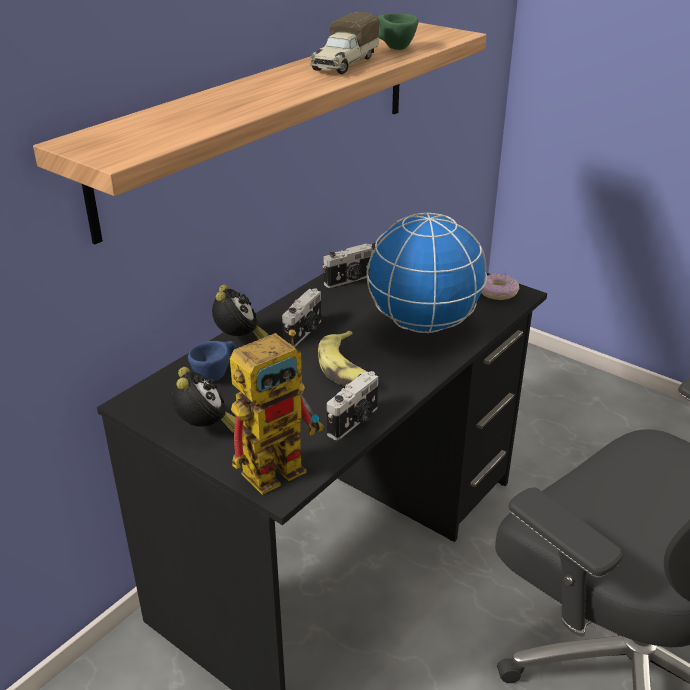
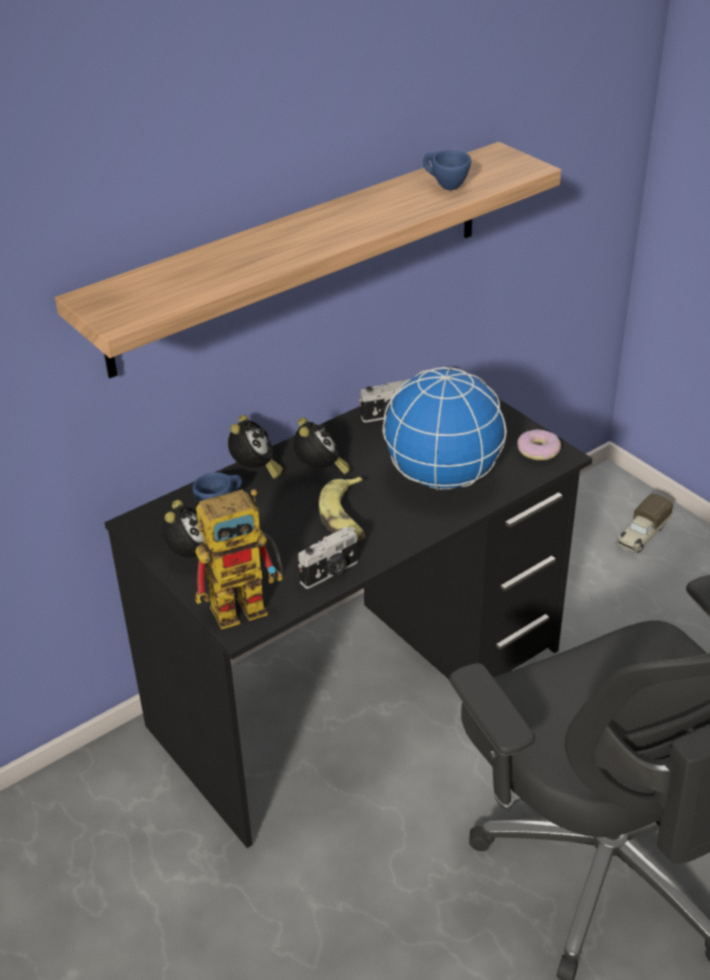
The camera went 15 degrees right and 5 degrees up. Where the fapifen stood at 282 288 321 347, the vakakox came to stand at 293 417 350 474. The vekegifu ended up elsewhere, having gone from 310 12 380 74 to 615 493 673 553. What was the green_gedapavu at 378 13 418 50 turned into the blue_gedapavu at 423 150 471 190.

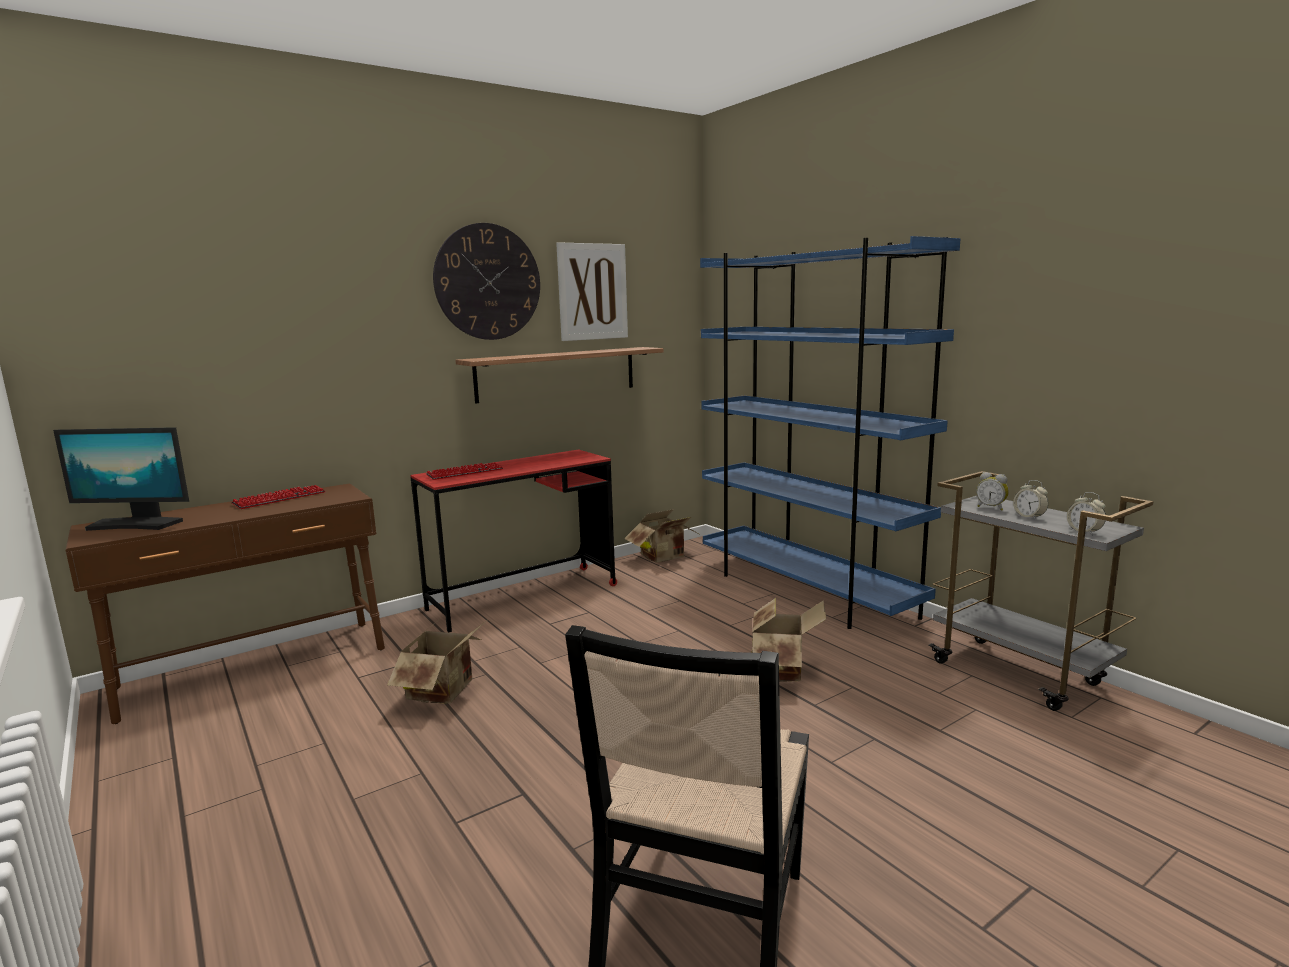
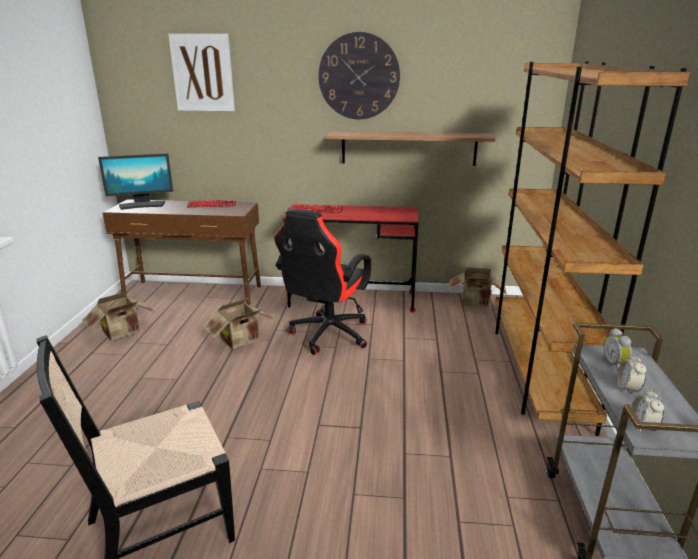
The camera went 40 degrees right and 10 degrees up. The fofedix at 53 427 189 531 ended up facing another way, 60 degrees counterclockwise from before. The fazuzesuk ended up elsewhere, having gone from 556 242 628 341 to 168 34 235 111. What was the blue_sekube at 700 236 960 629 turned into the brown_sekube at 495 61 690 436. The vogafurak ended up elsewhere, having gone from 751 598 826 682 to 82 291 153 341. The second view gained the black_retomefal at 274 209 371 355.

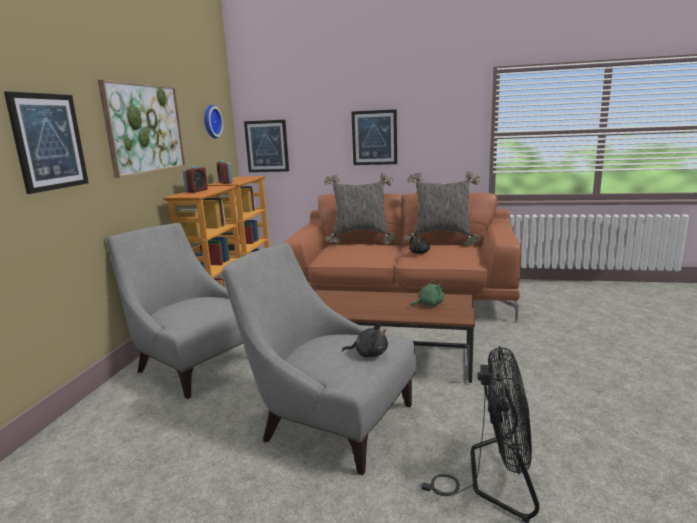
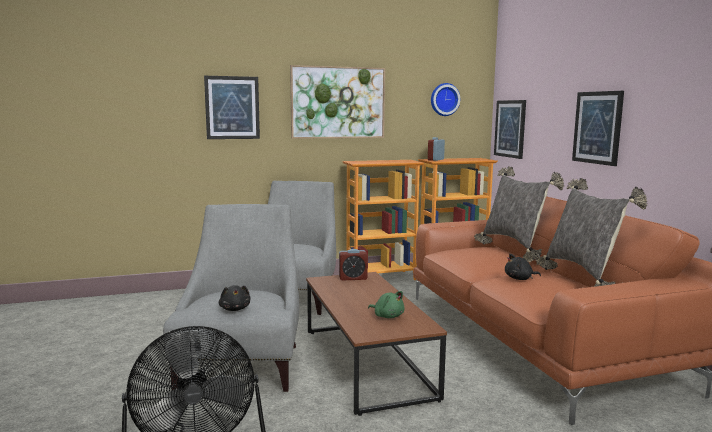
The camera went 60 degrees right and 5 degrees down. The vakakox ended up elsewhere, having gone from 183 166 208 193 to 339 249 368 281.

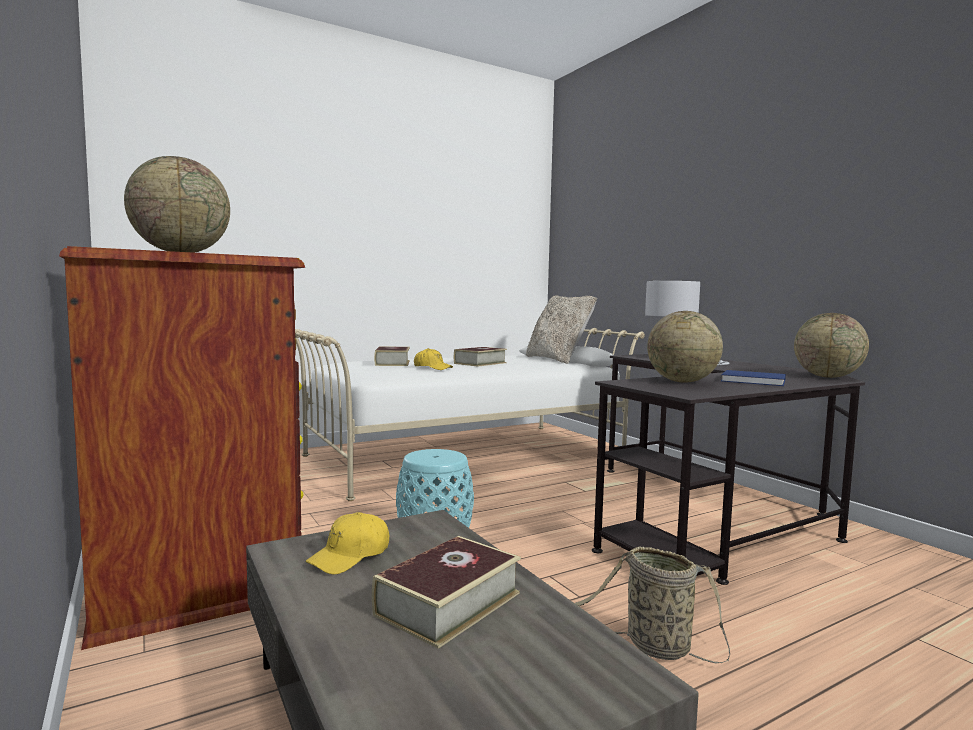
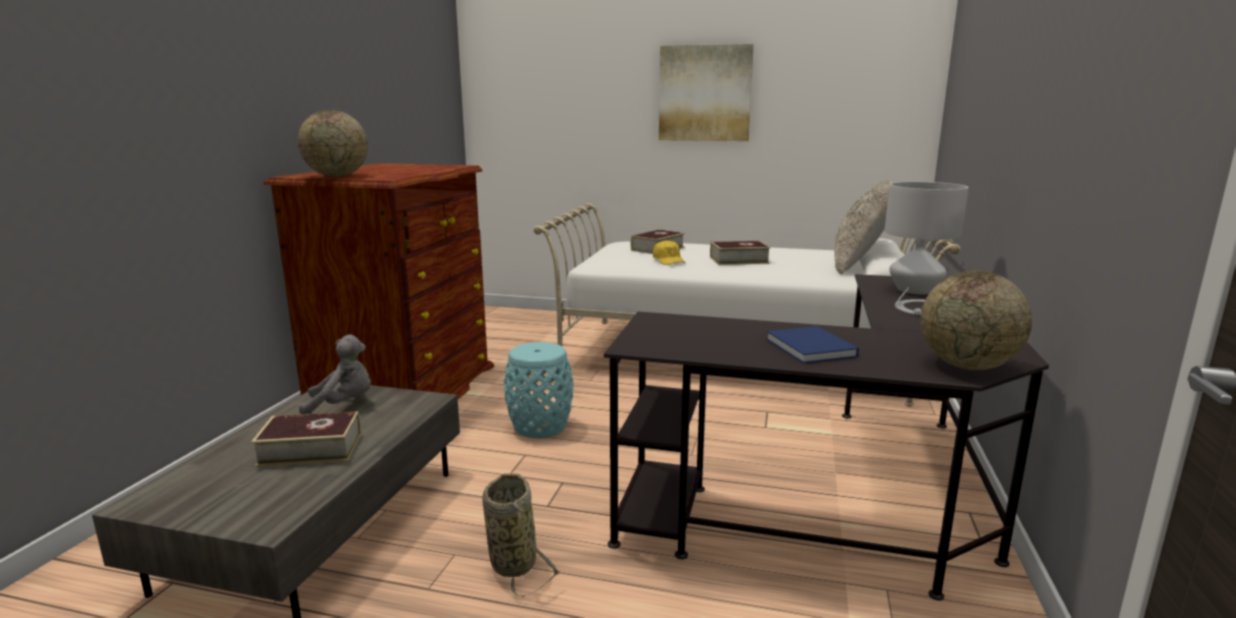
The camera went 45 degrees right and 10 degrees up. Where the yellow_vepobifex stood at 305 512 389 575, the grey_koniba came to stand at 299 335 371 414. The second view lost the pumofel at 647 311 723 383. The second view gained the fazuzesuk at 659 44 754 141.

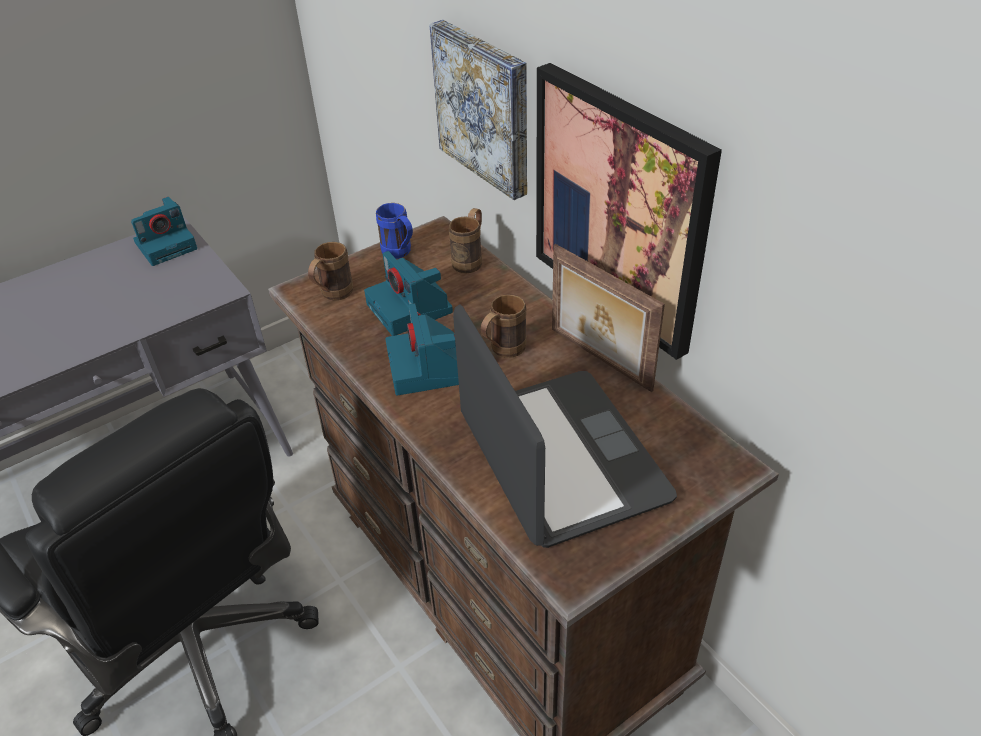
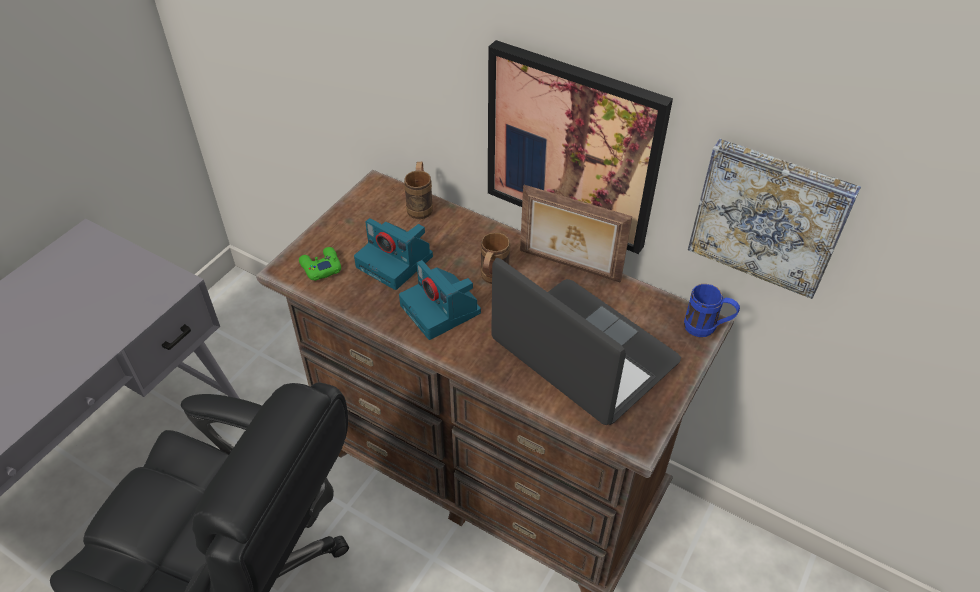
The camera went 25 degrees left and 5 degrees up. The second view lost the fapifen at 131 197 197 266. Where the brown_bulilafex stood at 308 242 353 301, the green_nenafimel came to stand at 299 247 341 281. The blue_bulilafex ended up elsewhere, having gone from 376 203 413 259 to 684 284 740 337. The fazuzesuk ended up elsewhere, having gone from 429 20 527 200 to 688 139 861 299.

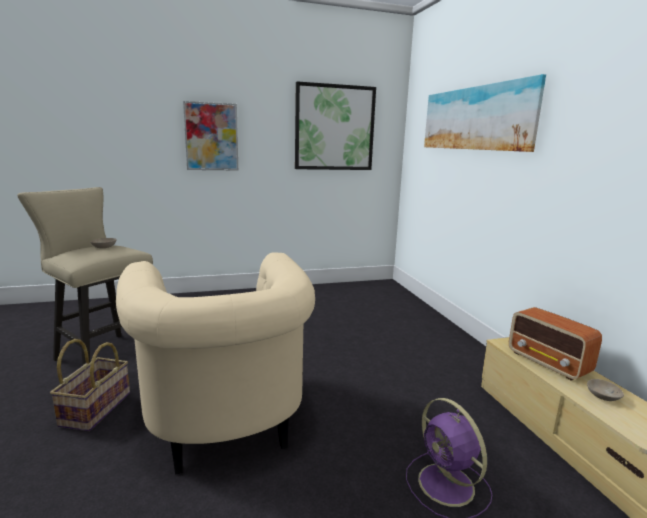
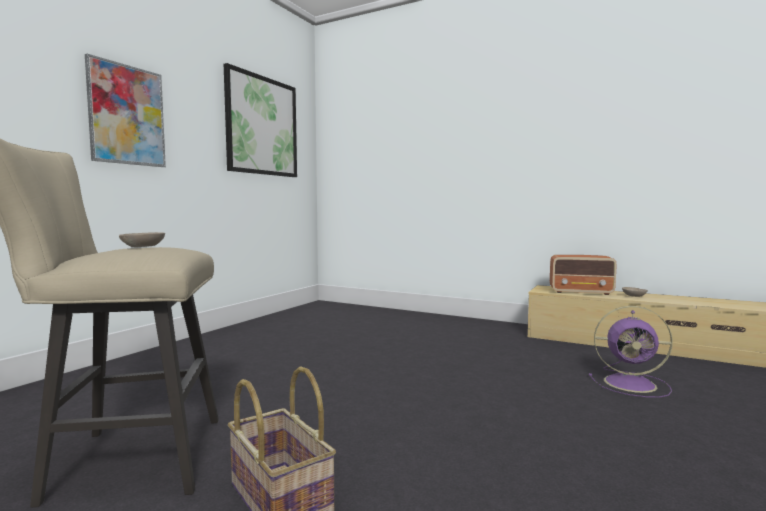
The camera went 45 degrees left and 10 degrees down. The second view lost the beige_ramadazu at 116 252 315 475. The second view lost the fazuzesuk at 424 74 546 152.

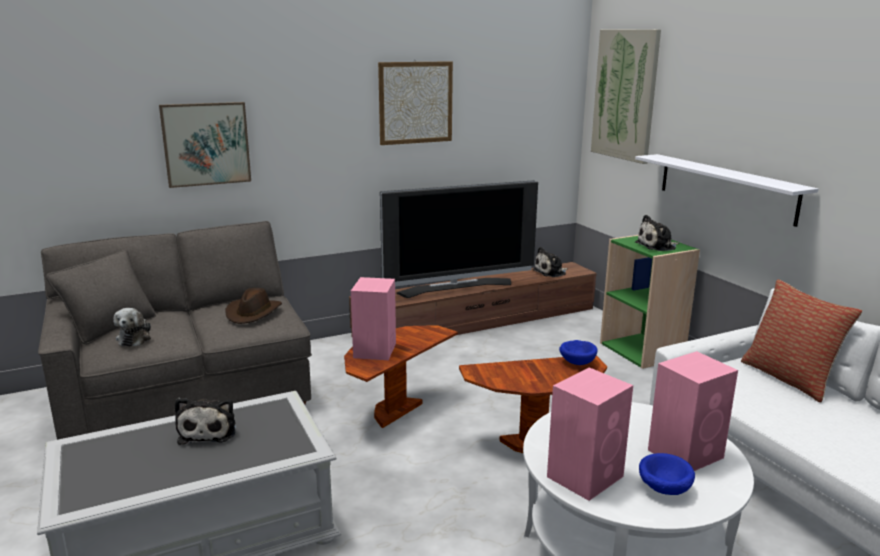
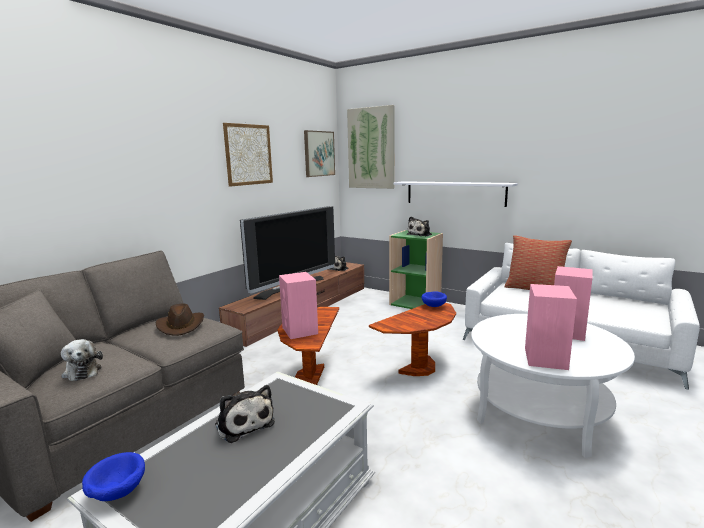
The camera went 30 degrees left and 5 degrees down. The fazuzesuk ended up elsewhere, having gone from 159 102 251 188 to 304 130 335 177. The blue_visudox ended up elsewhere, having gone from 639 453 695 495 to 82 452 145 501.

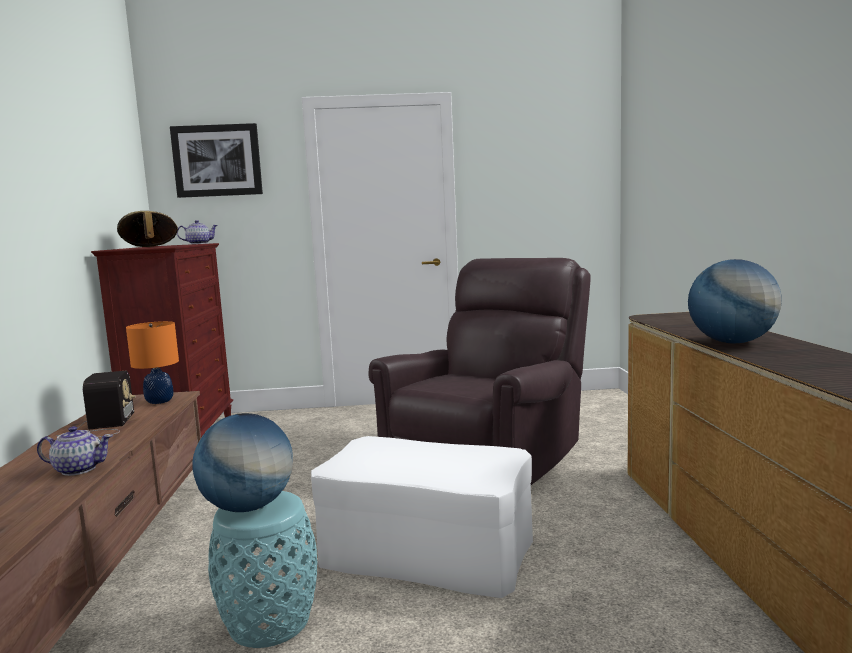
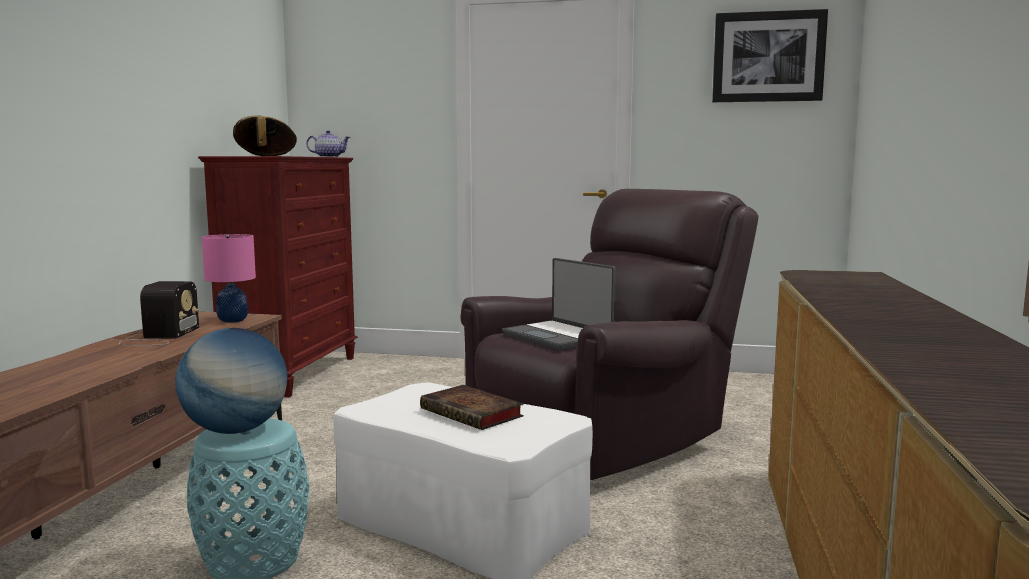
The camera went 15 degrees right and 0 degrees up. The second view lost the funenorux at 37 426 113 476. What was the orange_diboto at 126 321 179 404 turned into the pink_diboto at 202 234 256 323. The fazuzesuk ended up elsewhere, having gone from 170 123 263 198 to 712 9 828 102. The second view lost the pumofel at 688 259 782 344. The second view gained the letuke at 420 385 524 430. The second view gained the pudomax at 502 258 616 350.

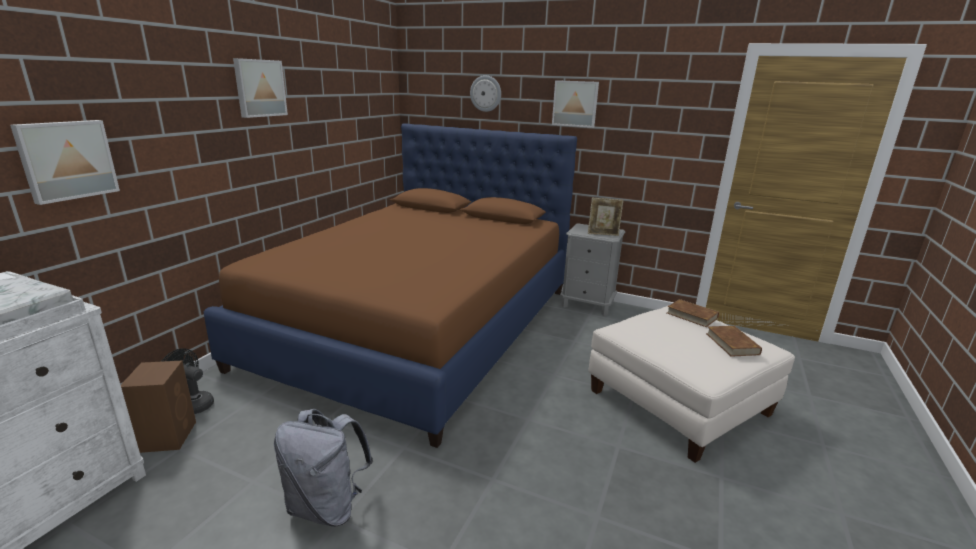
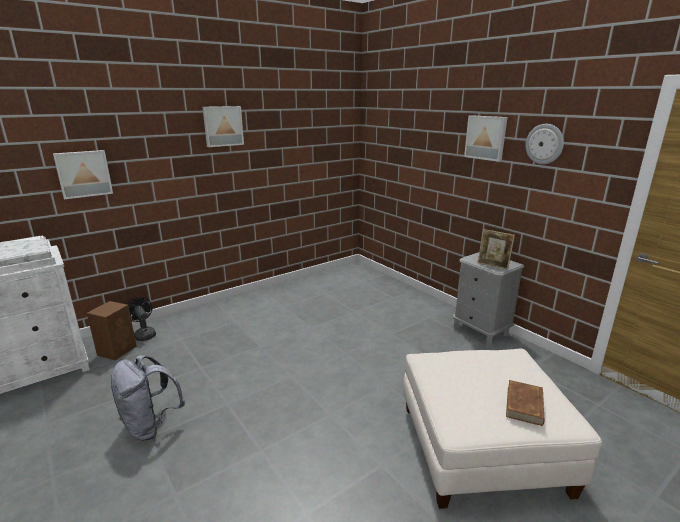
The camera went 30 degrees right and 0 degrees up. The second view lost the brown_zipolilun at 204 123 577 448. The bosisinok ended up elsewhere, having gone from 470 75 501 112 to 525 124 564 164. The second view lost the brown_letuke at 667 299 719 327.

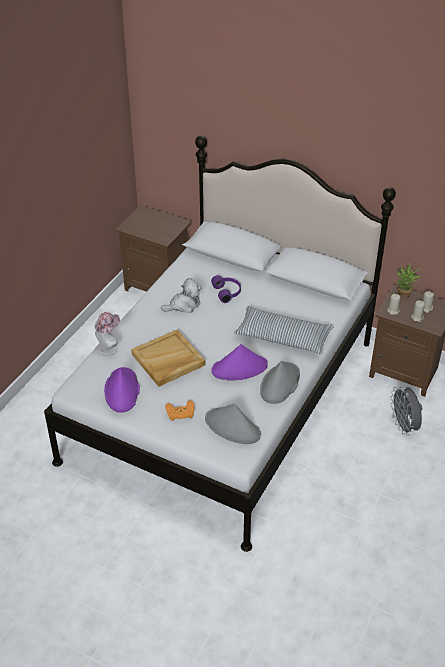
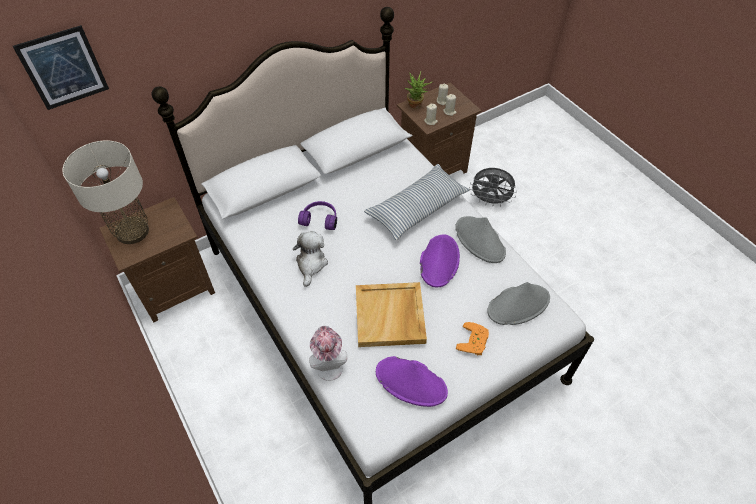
The camera went 60 degrees left and 10 degrees up. The second view gained the fazuzesuk at 13 25 109 110. The second view gained the diboto at 62 141 149 244.

